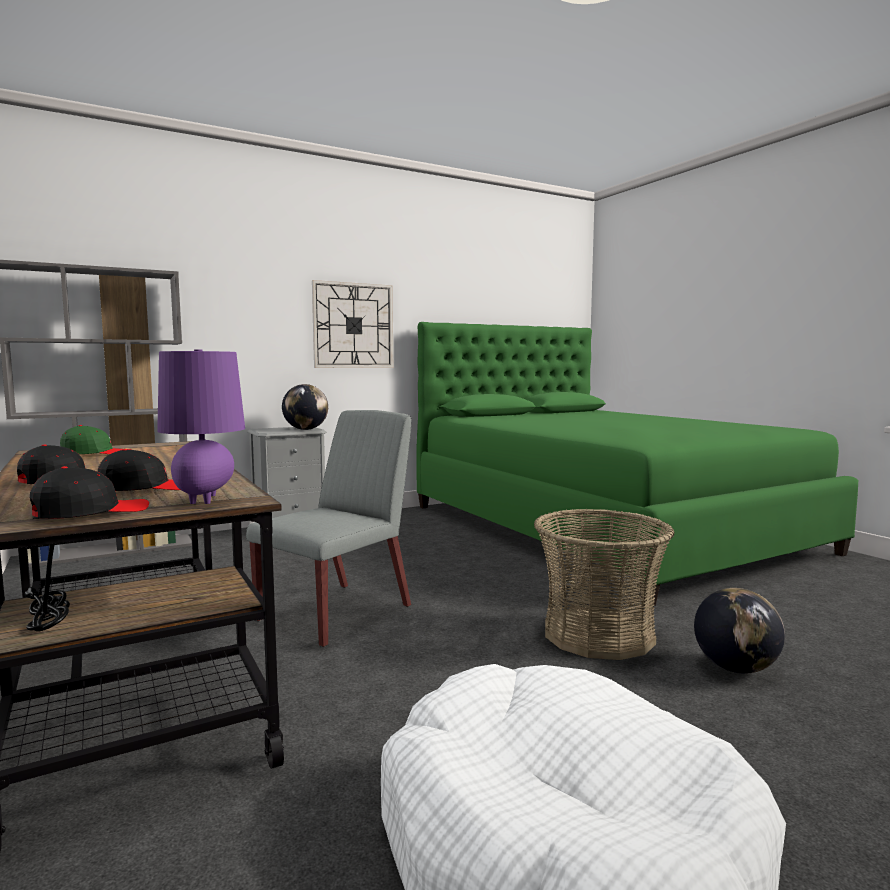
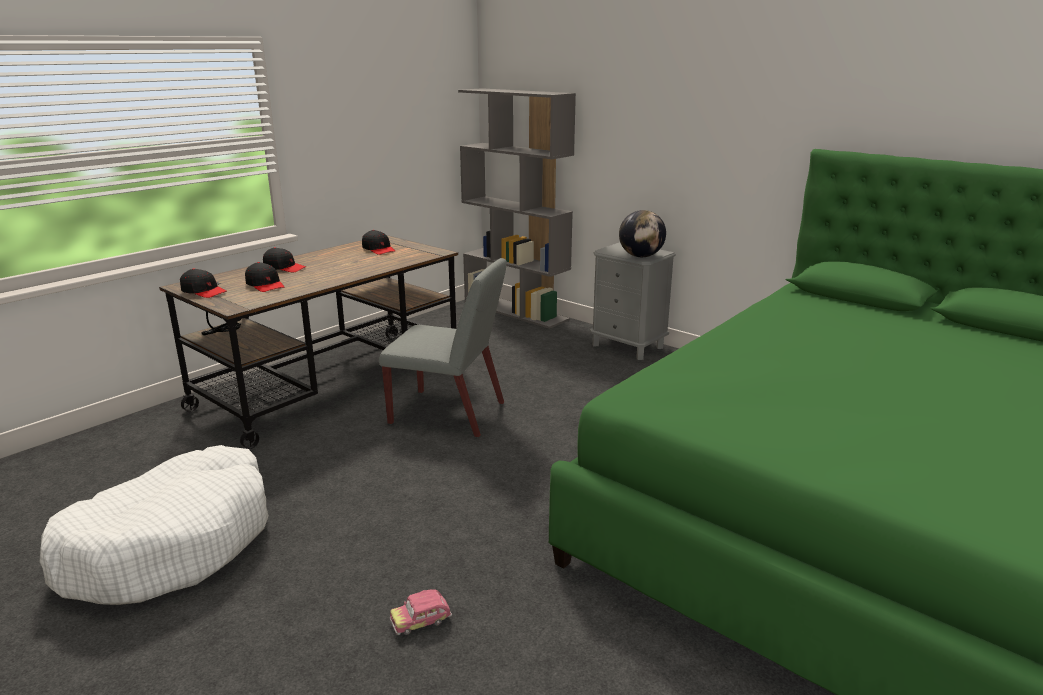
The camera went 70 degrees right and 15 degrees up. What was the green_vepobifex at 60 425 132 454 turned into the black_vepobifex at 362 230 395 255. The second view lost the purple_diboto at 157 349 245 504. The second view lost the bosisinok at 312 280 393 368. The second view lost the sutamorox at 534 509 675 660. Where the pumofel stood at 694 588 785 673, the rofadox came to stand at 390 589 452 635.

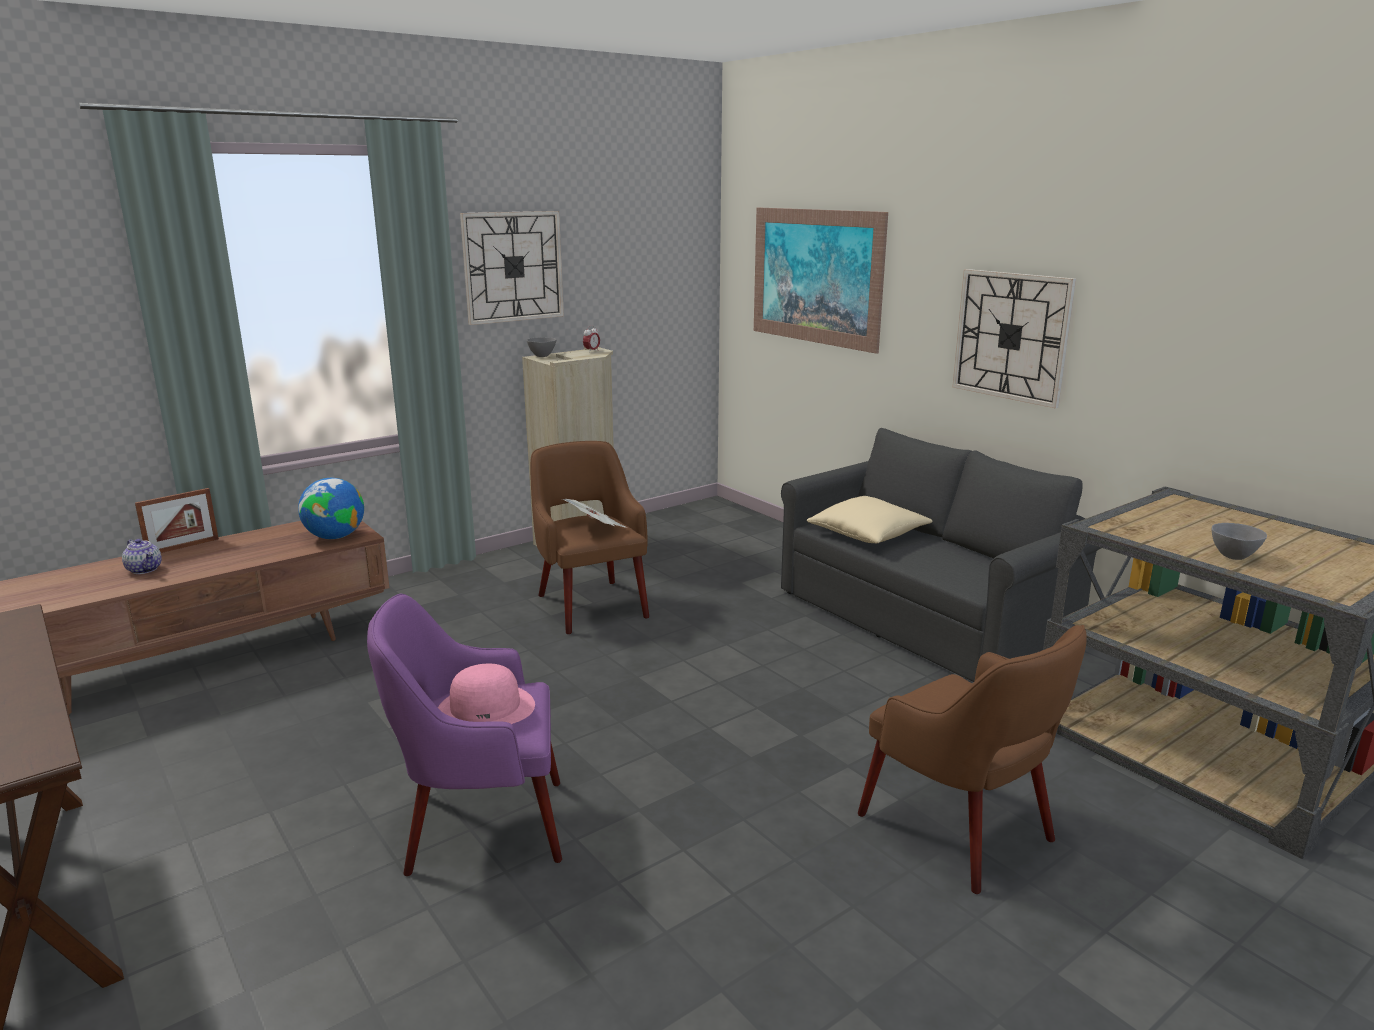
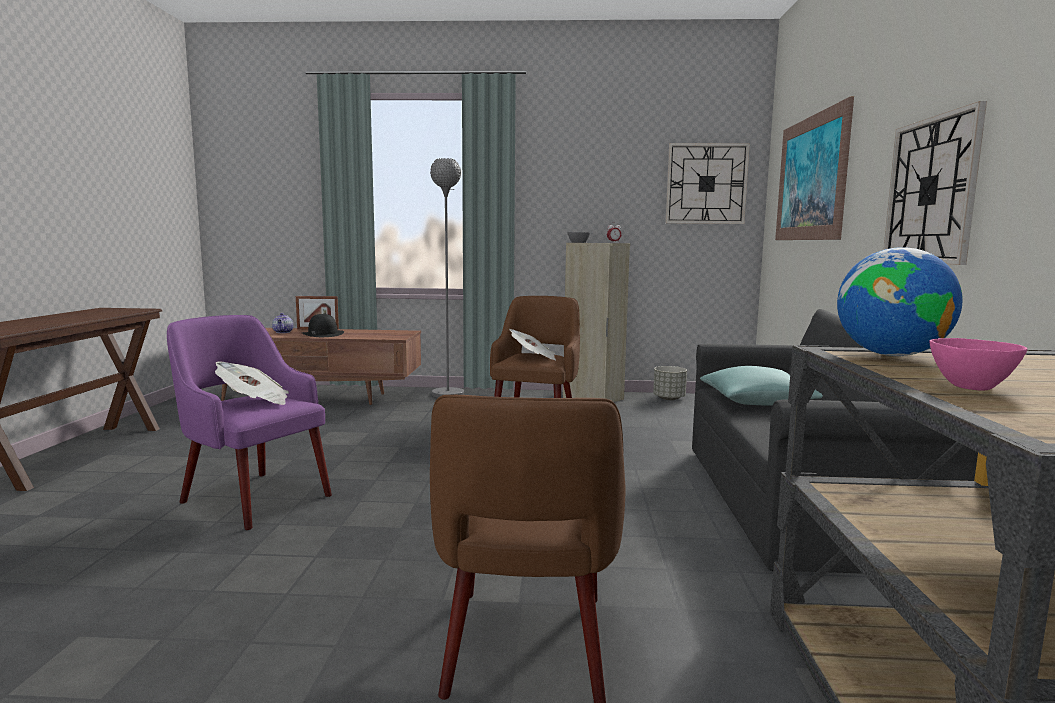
The camera went 40 degrees right and 10 degrees down. The pumofel ended up elsewhere, having gone from 298 478 364 539 to 837 247 963 356. Where the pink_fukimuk stood at 438 664 535 724, the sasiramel came to stand at 215 361 289 405. The bosisinok ended up elsewhere, having gone from 460 211 564 325 to 665 143 750 224. What was the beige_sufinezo at 807 496 933 543 turned into the turquoise_sufinezo at 700 366 823 406. What was the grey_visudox at 1211 523 1267 560 turned into the pink_visudox at 929 338 1028 390. The second view gained the black_fukimuk at 302 314 344 337. The second view gained the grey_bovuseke at 430 158 464 398. The second view gained the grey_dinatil at 653 366 687 400.

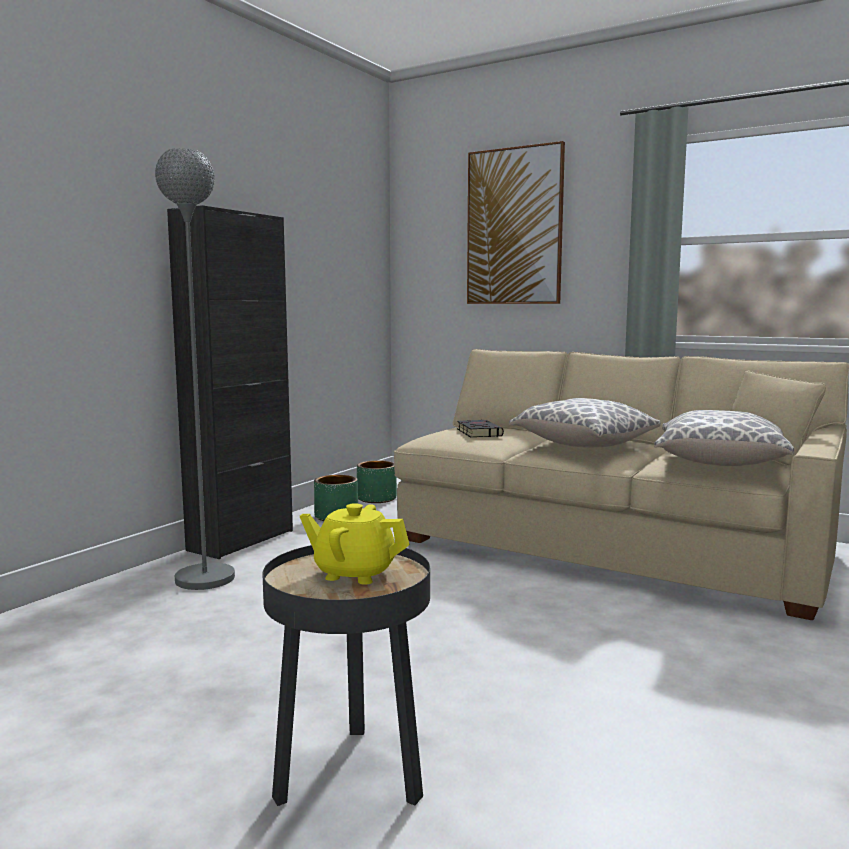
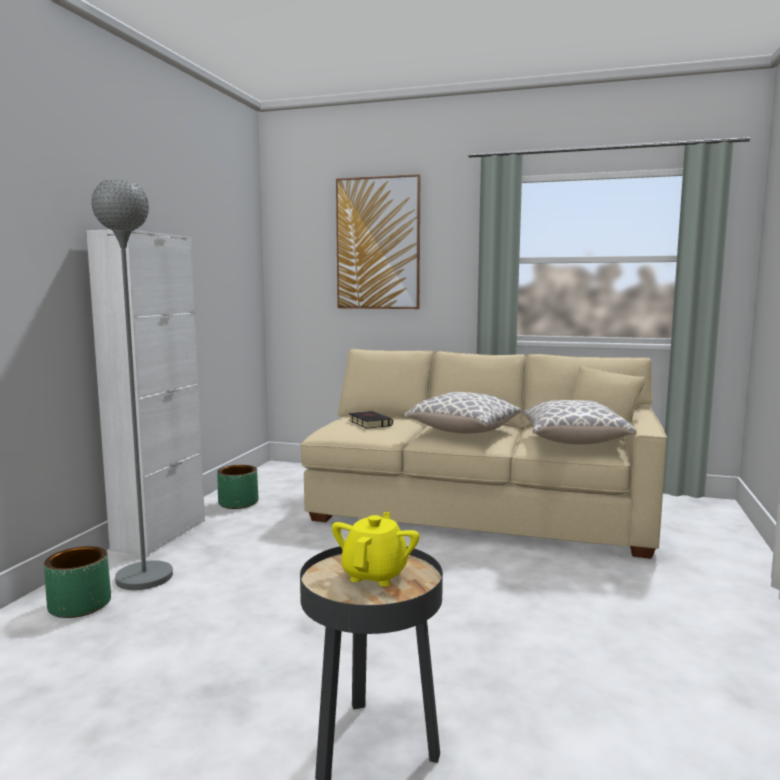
The camera went 15 degrees left and 0 degrees up. What was the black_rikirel at 167 205 293 559 turned into the white_rikirel at 86 230 205 556. The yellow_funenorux at 300 503 410 585 ended up facing another way, 105 degrees clockwise from before. The green_dinatil ended up elsewhere, having gone from 357 460 397 503 to 44 546 111 618.

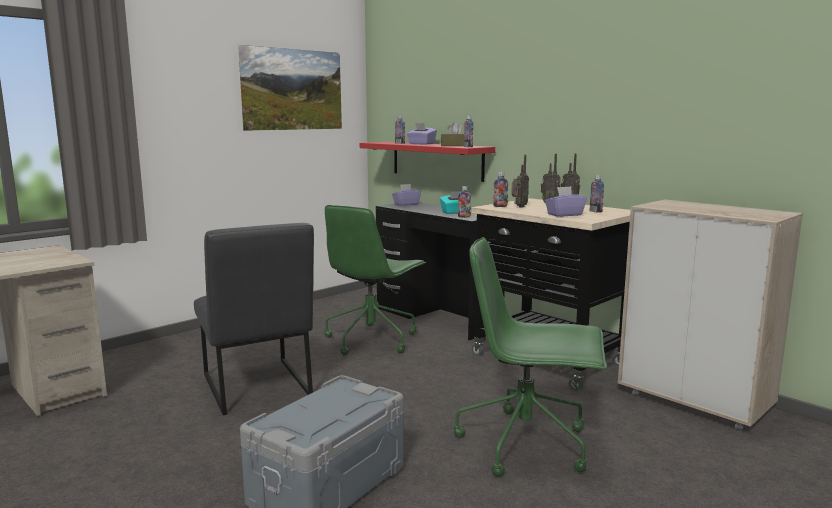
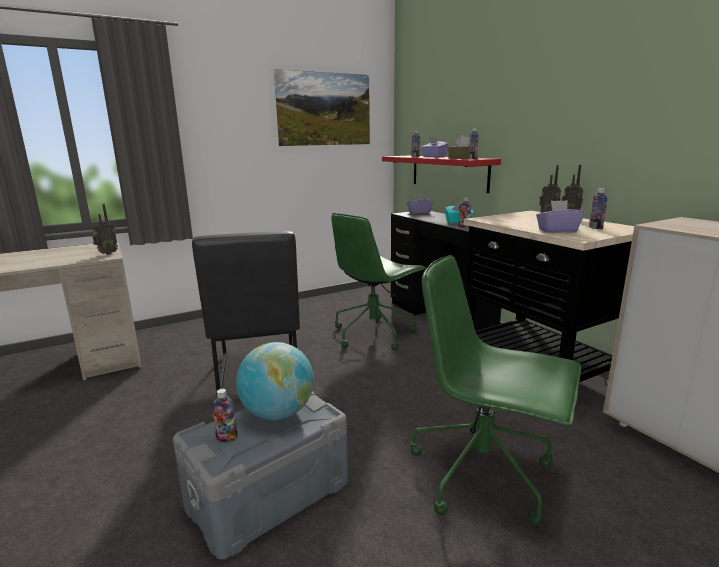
The camera went 15 degrees right and 5 degrees up. The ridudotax ended up elsewhere, having gone from 493 172 508 207 to 212 389 238 442. The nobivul ended up elsewhere, having gone from 512 155 529 208 to 92 204 118 255. The second view gained the pumofel at 236 342 314 420.

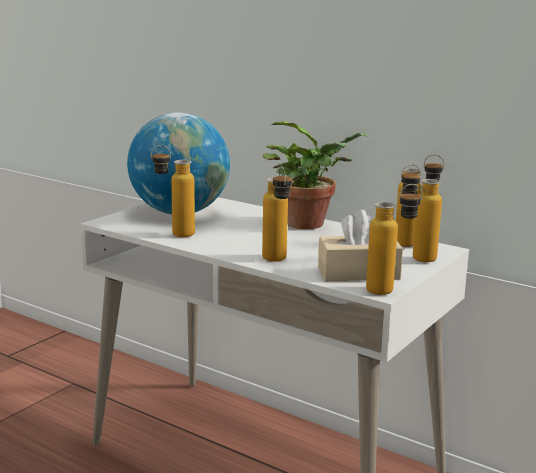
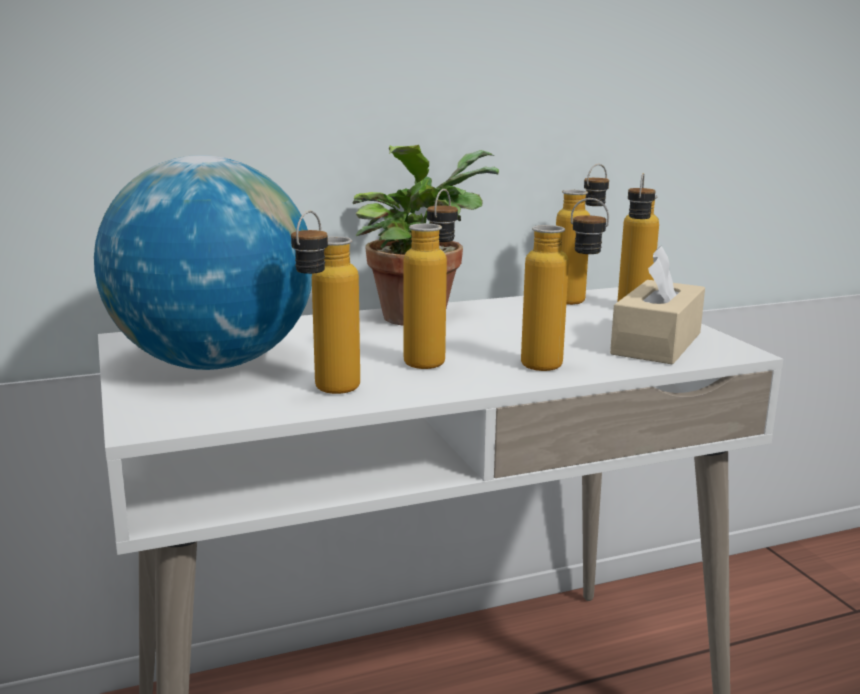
The camera went 55 degrees left and 0 degrees up. The ridudotax ended up elsewhere, having gone from 366 184 422 295 to 404 189 458 369.

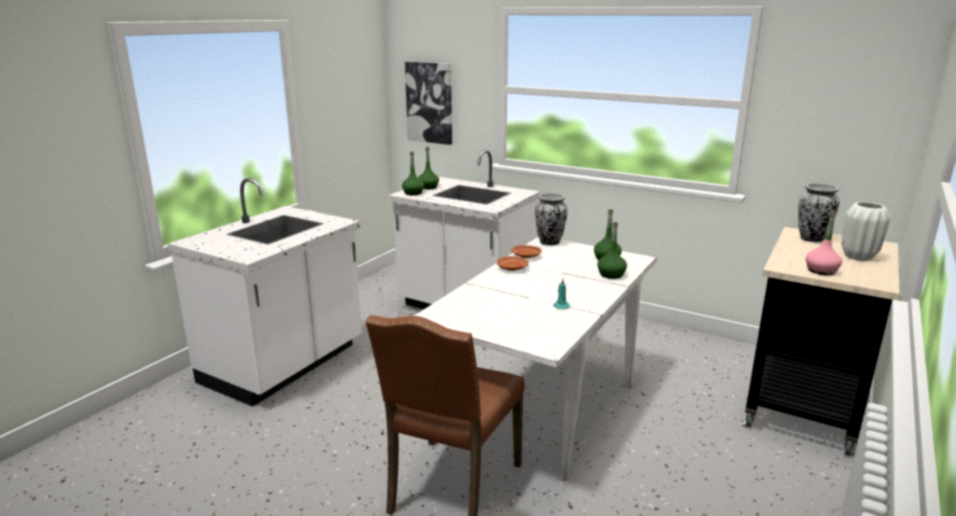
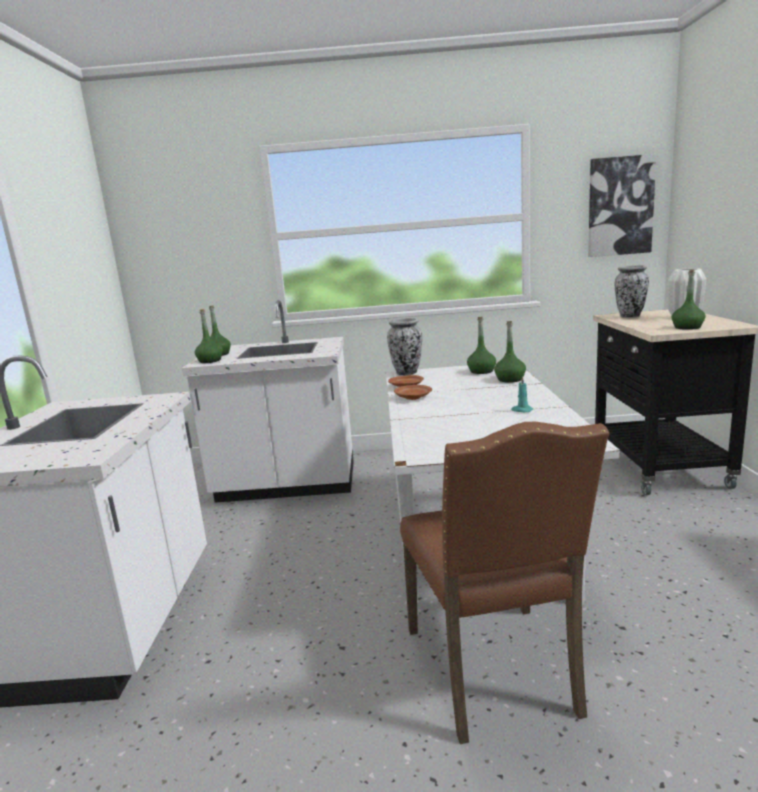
The camera went 30 degrees left and 5 degrees down. The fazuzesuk ended up elsewhere, having gone from 405 62 452 145 to 588 154 657 257. What was the pink_ridudotax at 806 211 842 275 turned into the green_ridudotax at 672 270 706 330.

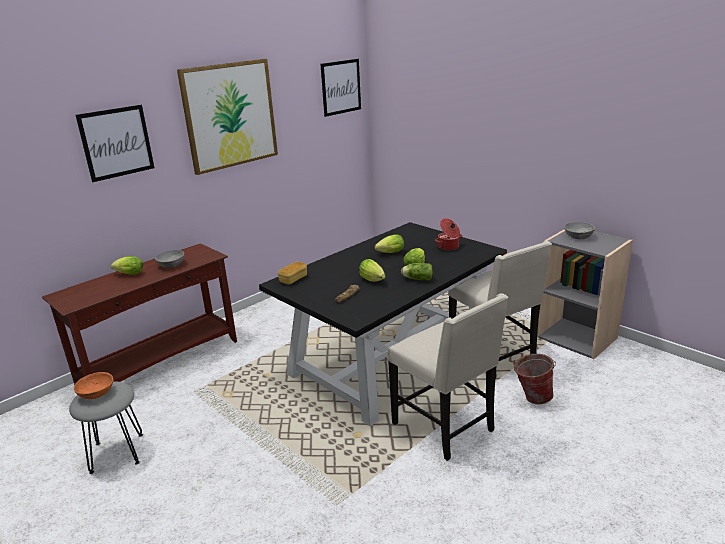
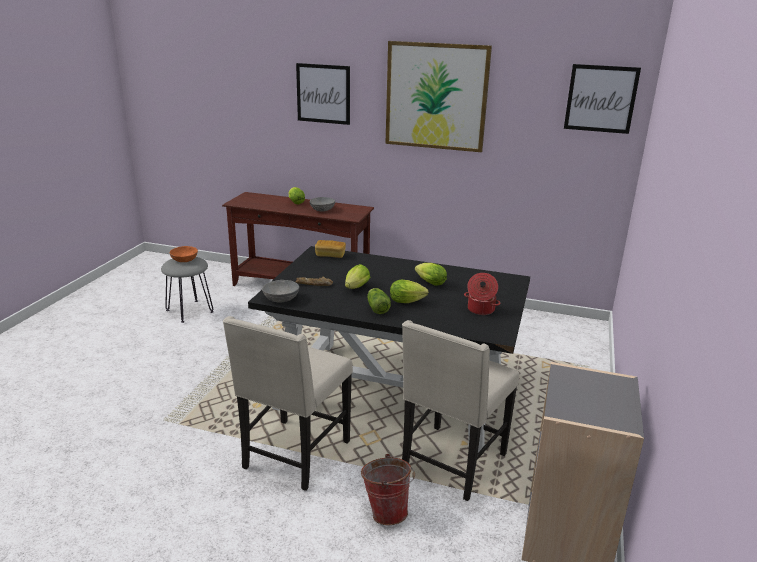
The camera went 60 degrees right and 0 degrees up. The grey_visudox ended up elsewhere, having gone from 564 222 595 239 to 262 280 299 302.

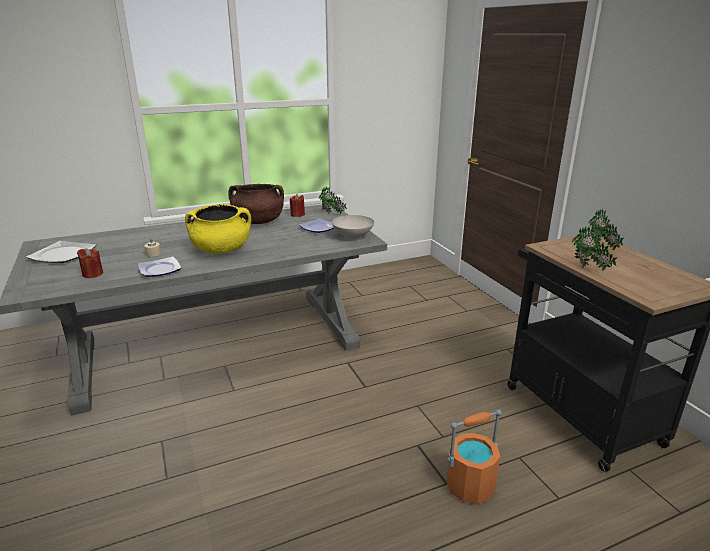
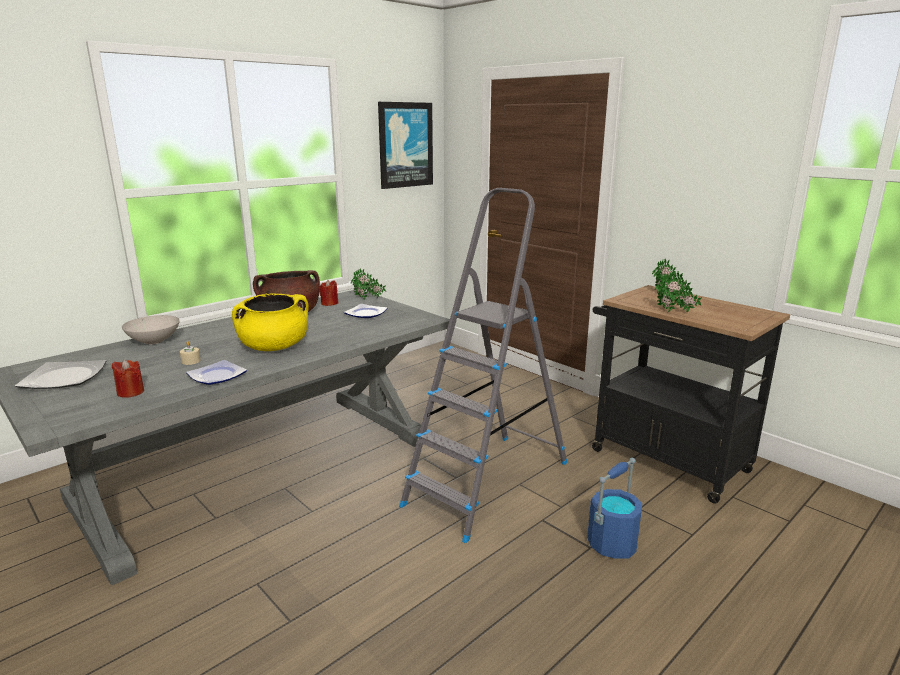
The camera went 20 degrees left and 5 degrees down. The white_visudox ended up elsewhere, having gone from 332 215 374 239 to 122 315 180 345. What was the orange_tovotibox at 447 410 502 505 turned into the blue_tovotibox at 587 458 642 559. The second view gained the fazuzesuk at 378 102 433 189. The second view gained the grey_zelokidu at 399 188 567 543.

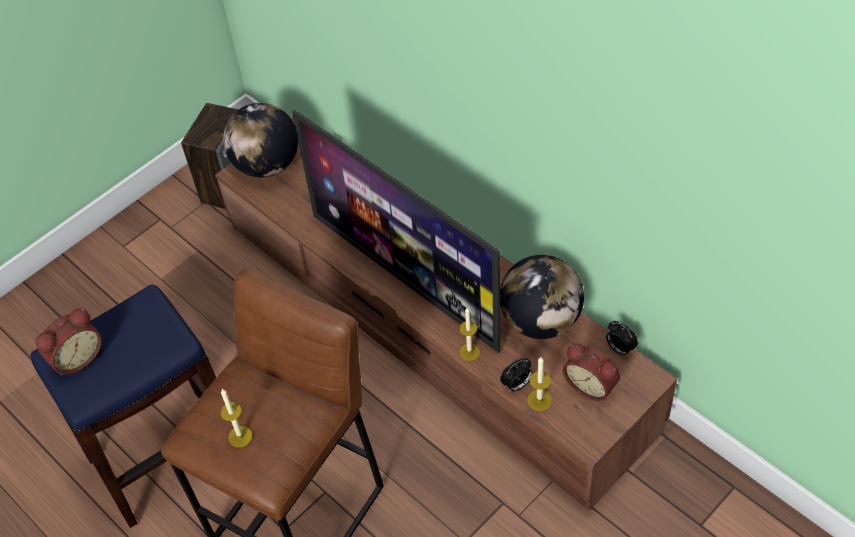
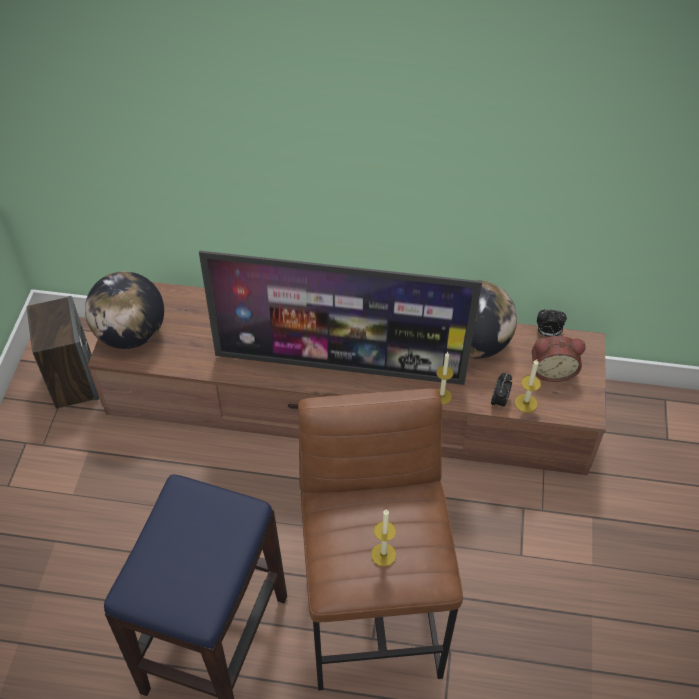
The camera went 40 degrees left and 0 degrees up. The second view lost the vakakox at 35 308 102 375.

